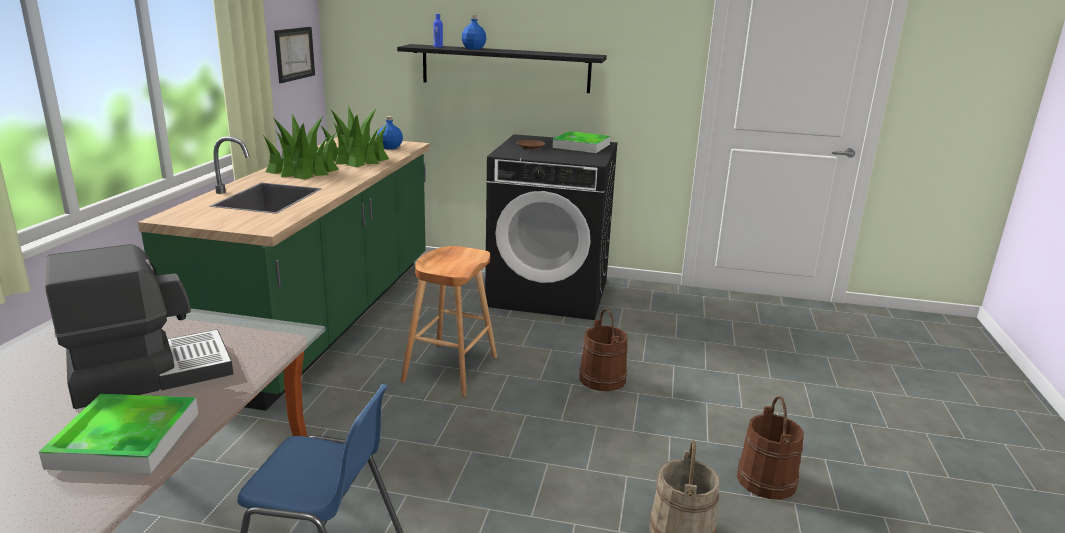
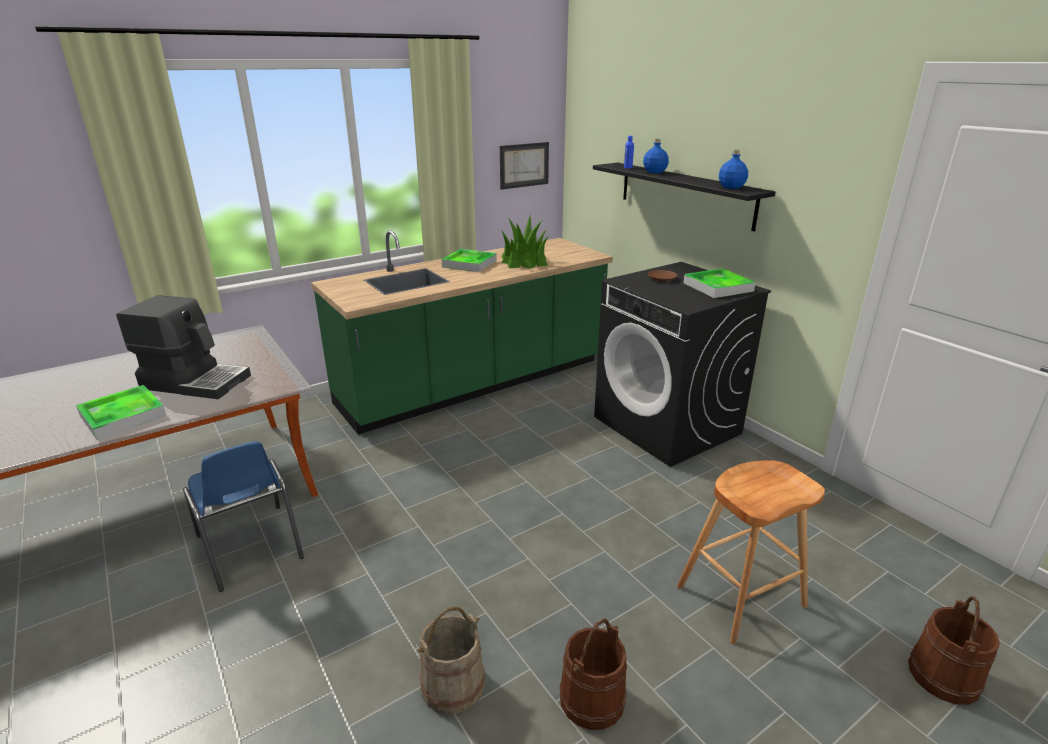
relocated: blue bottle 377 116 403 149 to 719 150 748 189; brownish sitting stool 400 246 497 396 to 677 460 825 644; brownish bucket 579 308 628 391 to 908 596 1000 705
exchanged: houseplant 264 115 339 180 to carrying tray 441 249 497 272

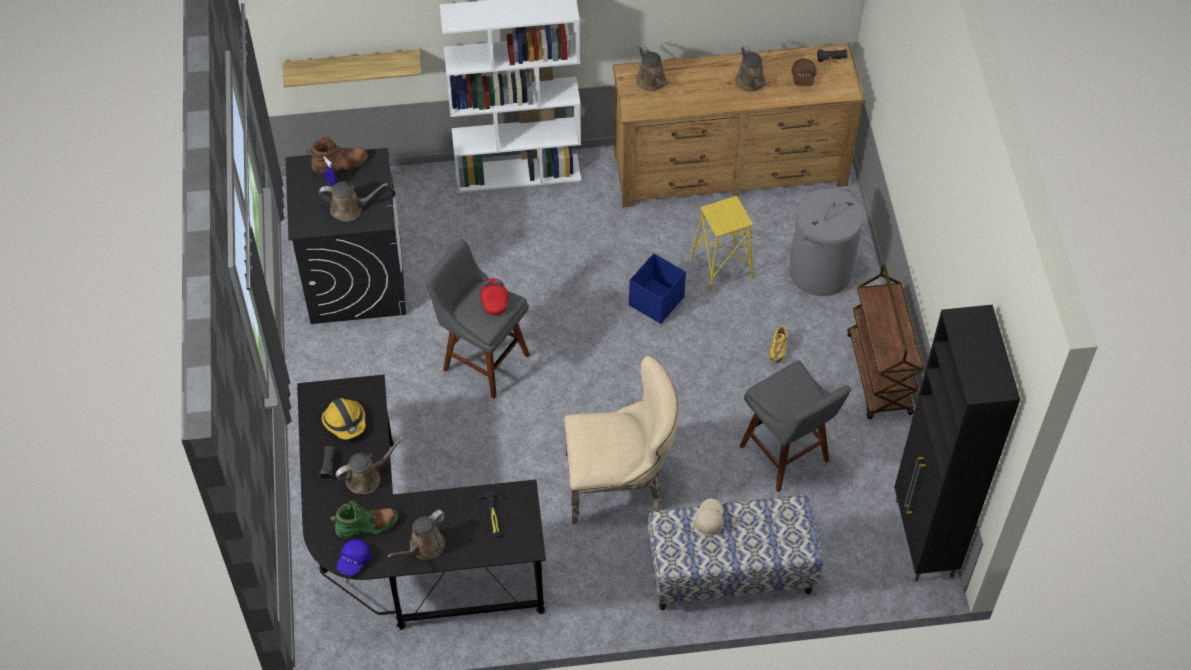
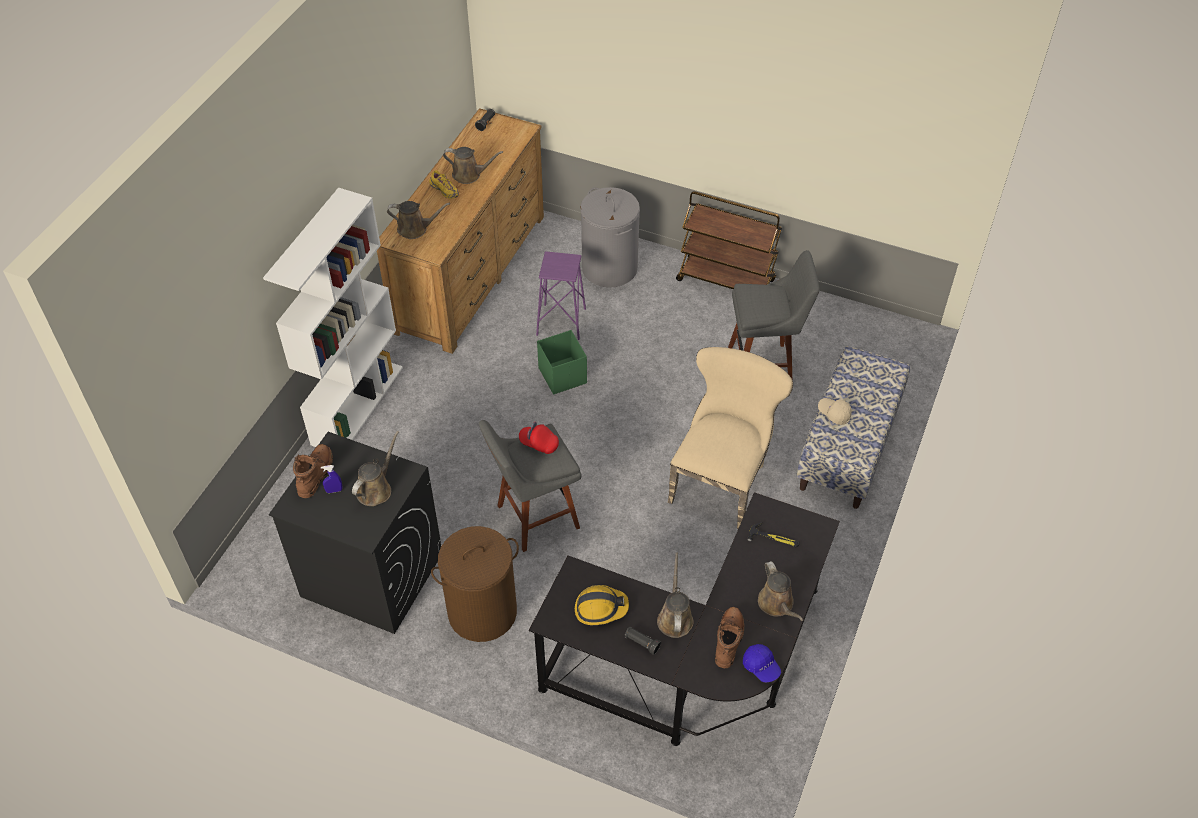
missing: wall shelf 283 50 422 87; brownish cap 791 58 817 86; black cupboard 894 305 1020 582
appeared: brownish hamper 431 526 519 642
relocated: yellowish shoe 769 326 788 363 to 429 170 459 199
colour: green-coloured boot 330 501 398 539 to brownish boot 715 607 744 668; blue storage bin 629 253 686 324 to green-coloured storage bin 537 330 587 394; yellowish sitting stool 691 196 753 293 to purplish sitting stool 536 251 586 340

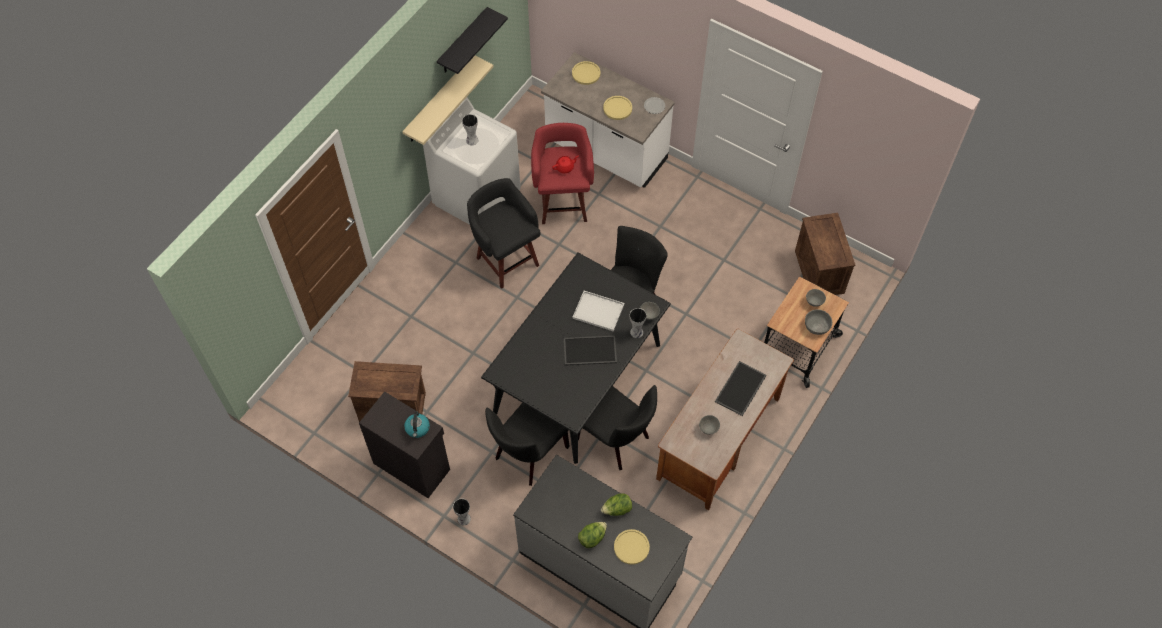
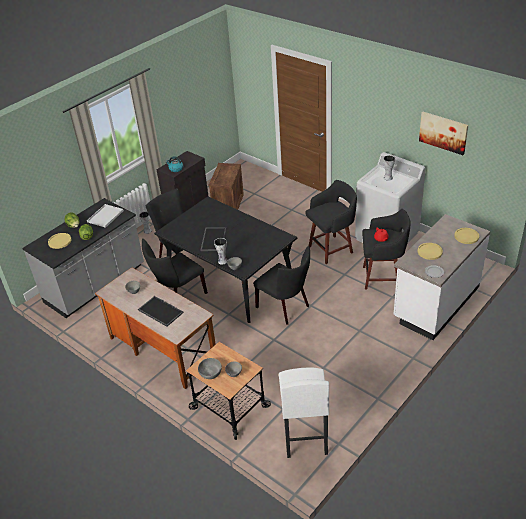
missing: beige wall shelf 402 56 493 145
relocated: white carrying tray 573 291 624 332 to 87 204 124 228
exchanged: black wall shelf 437 7 508 74 to picture 419 112 468 155; shipping crate 795 213 856 295 to white sitting stool 279 368 329 458
colour: red sitting stool 531 123 594 224 to black sitting stool 362 209 410 290

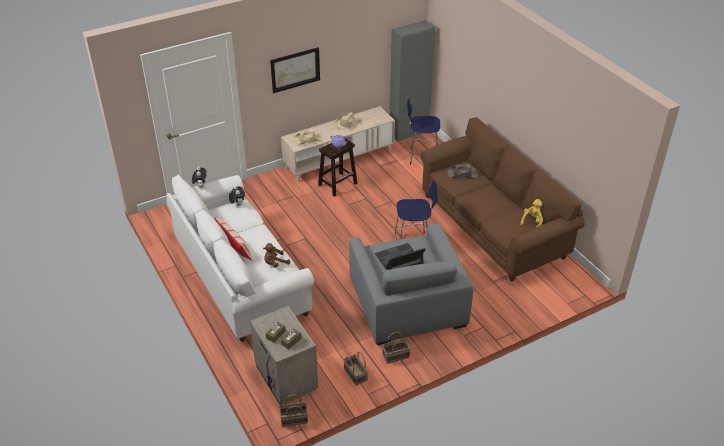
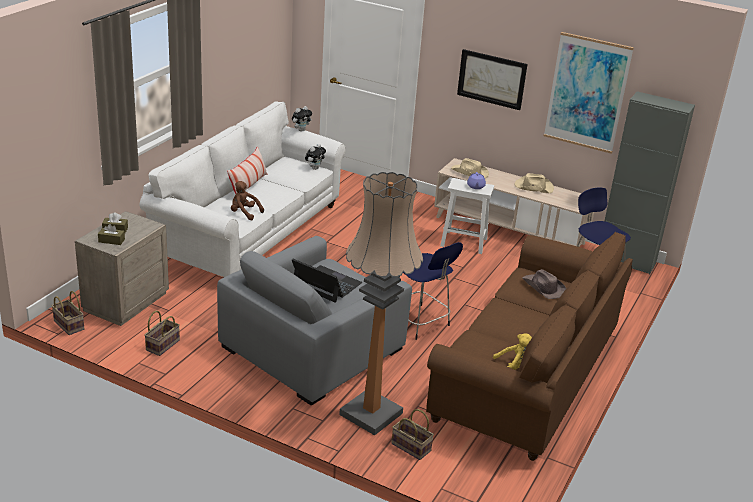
appeared: floor lamp 339 172 423 435; picture 544 32 634 154
relocated: basket 382 332 411 364 to 391 409 434 460
colour: brownish sitting stool 318 138 357 197 to white sitting stool 440 178 494 254

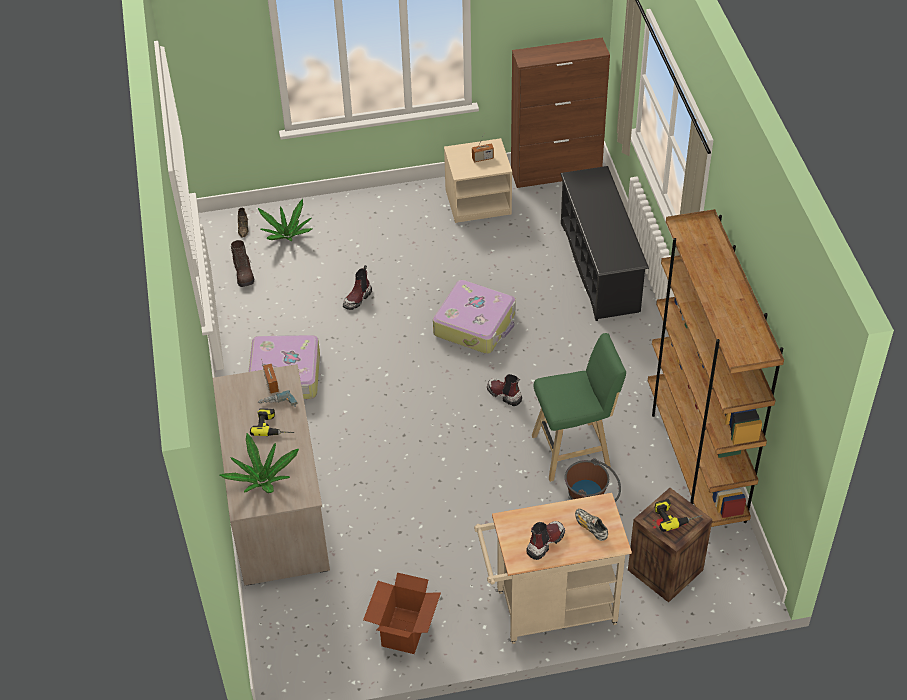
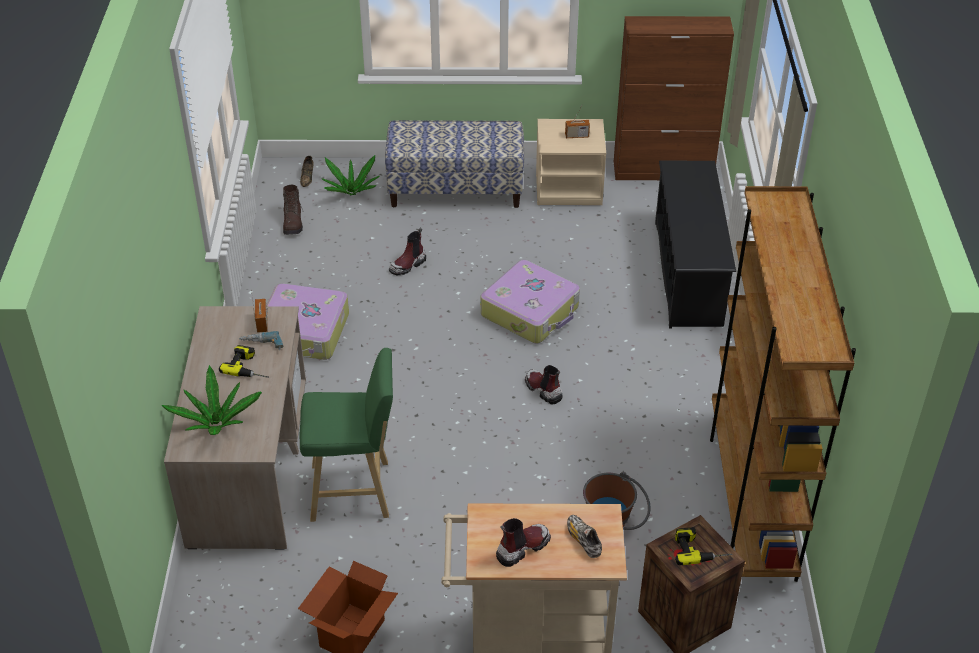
appeared: bench 385 120 524 208
relocated: green-coloured sitting stool 532 333 626 482 to 300 348 393 522

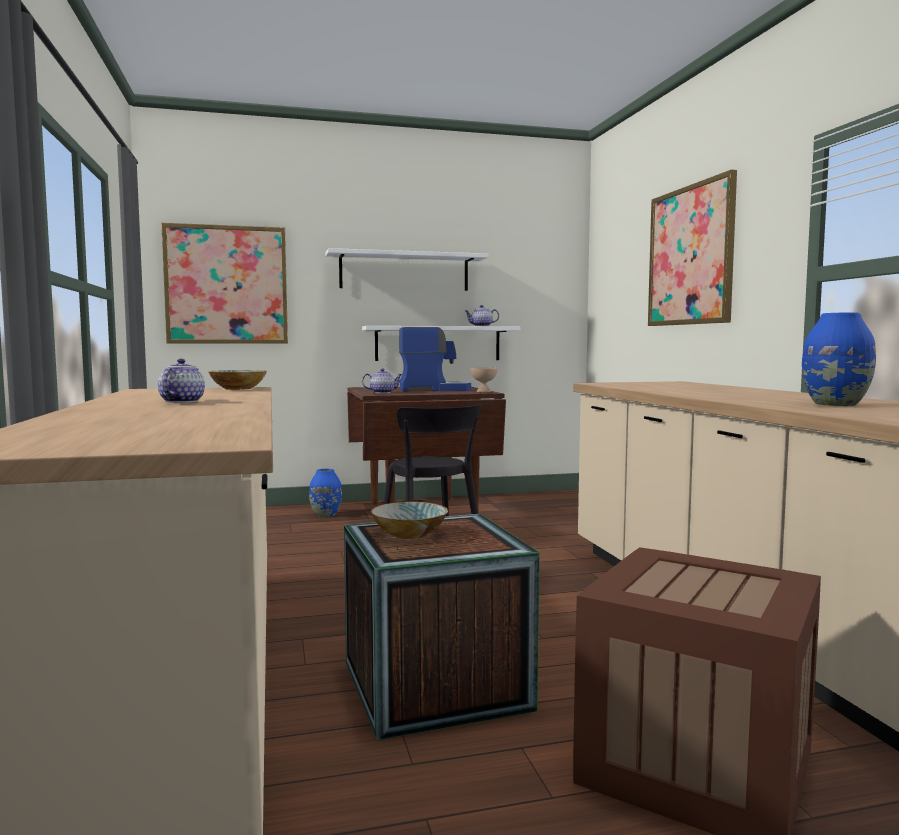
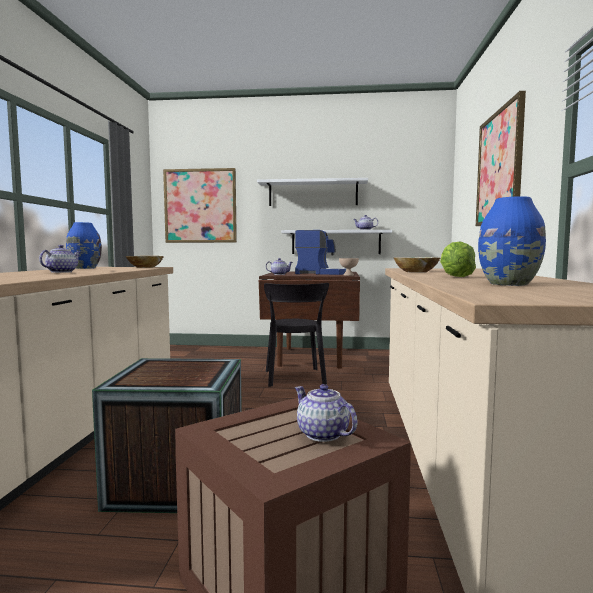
appeared: pot for tea 295 384 357 442; lettuce head 440 241 476 277
relocated: blue flower vase 309 469 342 517 to 66 222 102 269; bowl 371 502 448 539 to 394 257 440 273

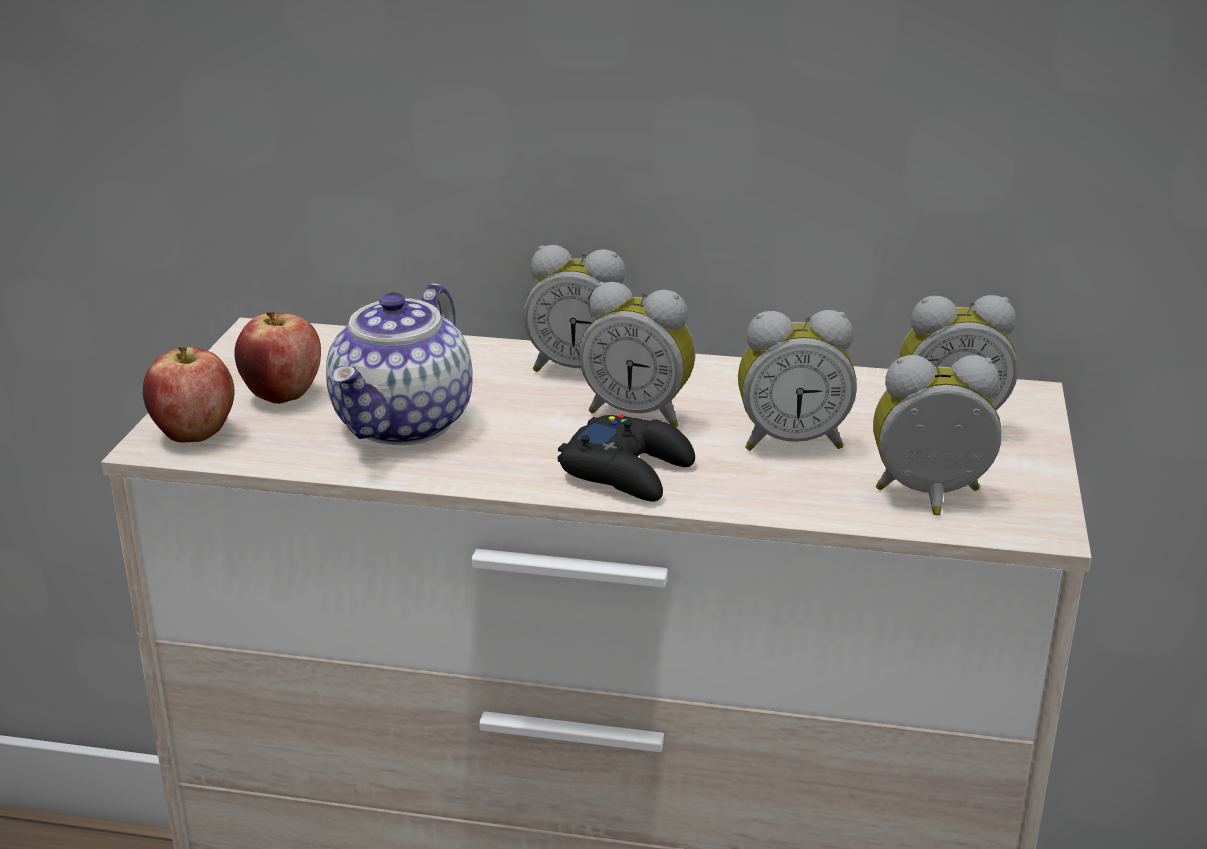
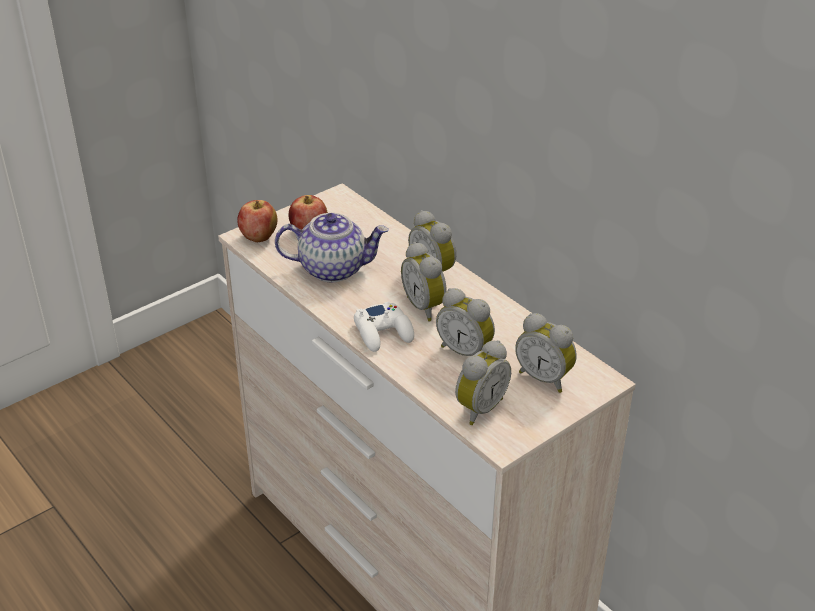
colour: black game controller 558 415 695 502 to white game controller 354 302 414 352
spun: pot for tea 326 283 473 445 = 275 213 389 282 150 degrees counterclockwise; bedside clock 873 355 1002 515 = 455 340 511 425 90 degrees clockwise

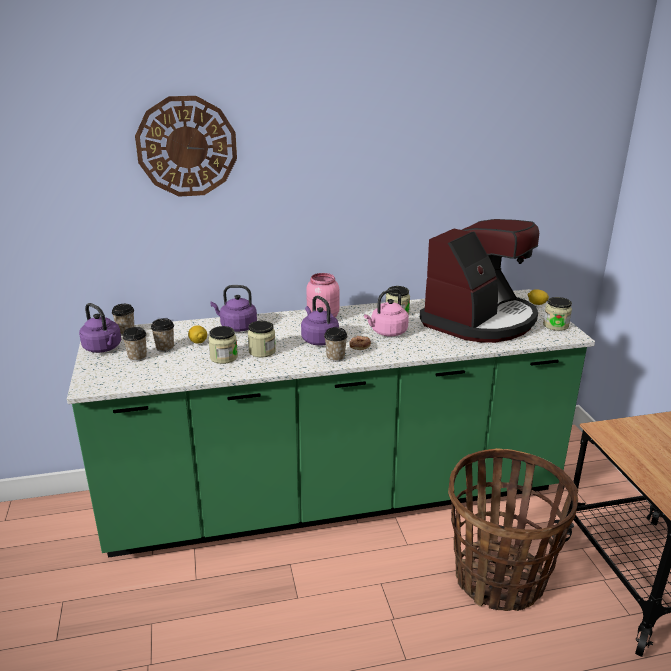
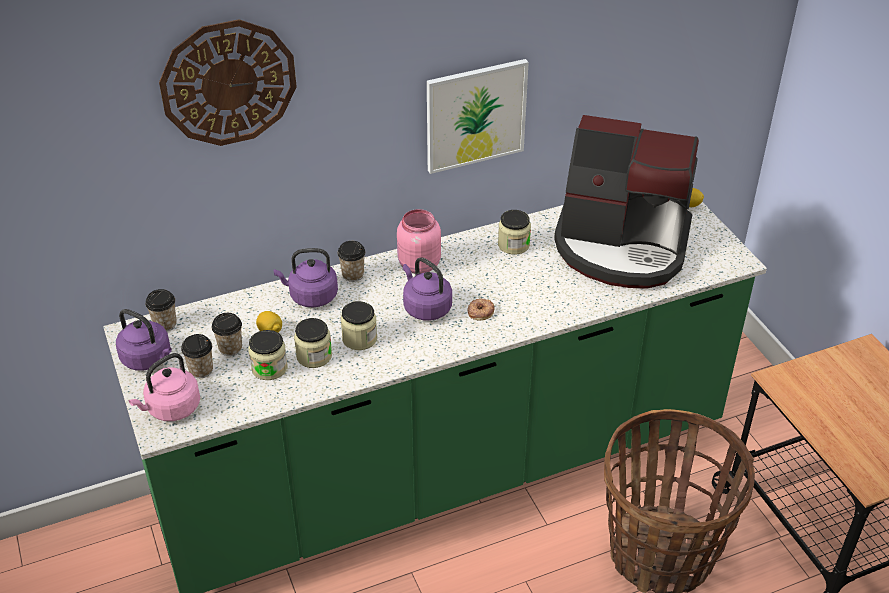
appeared: picture 427 59 529 174
relocated: small cup 324 327 348 362 to 337 241 366 282; pinkish kettle 364 288 409 336 to 129 353 200 421; preserve jar 543 297 572 331 to 248 330 288 380
spun: coffee machine 420 219 539 343 = 554 115 699 289 75 degrees clockwise

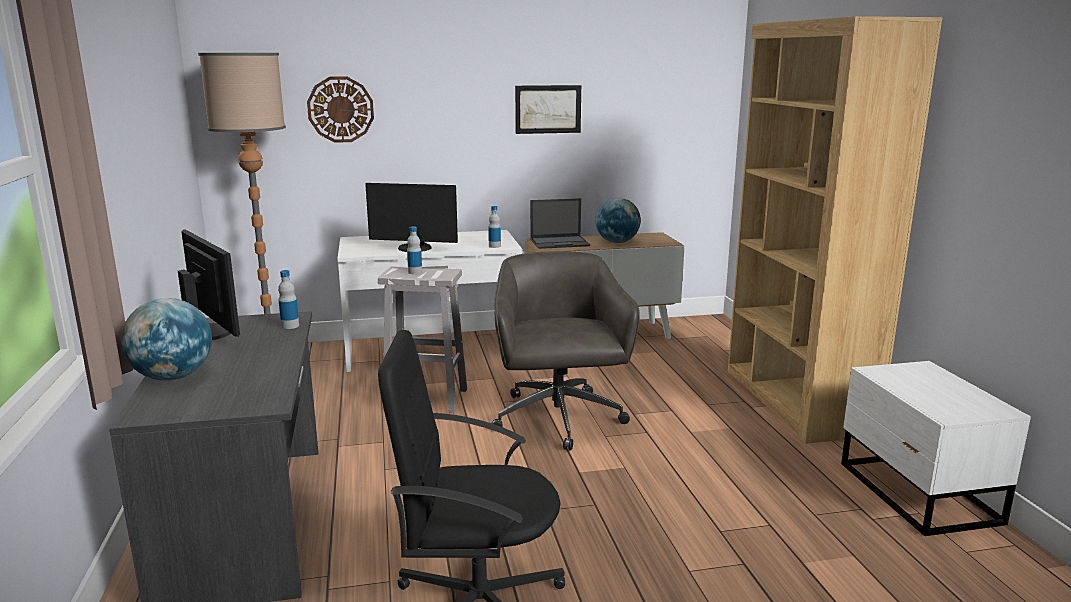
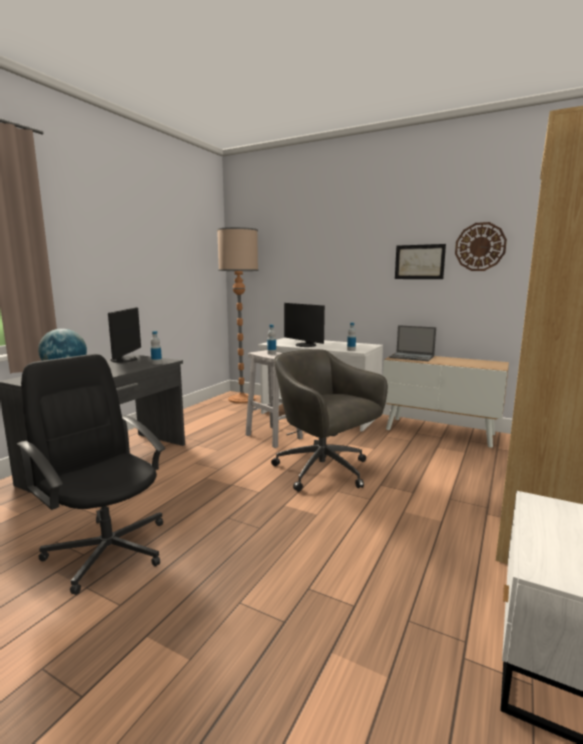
missing: desk globe 595 198 641 243
relocated: hanging clock 307 77 374 143 to 455 222 507 271
spun: grey desk chair 492 251 640 450 = 271 349 388 492 75 degrees counterclockwise

